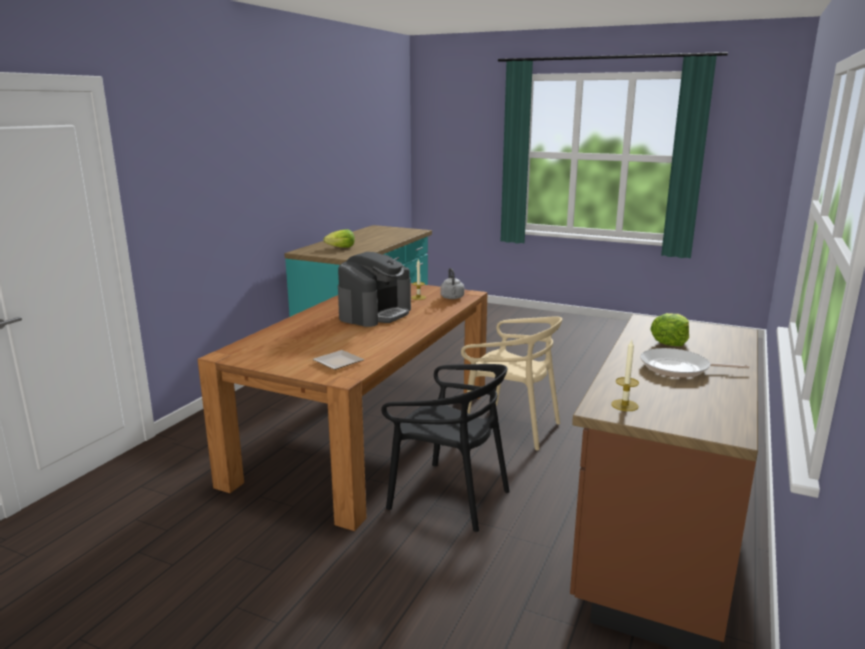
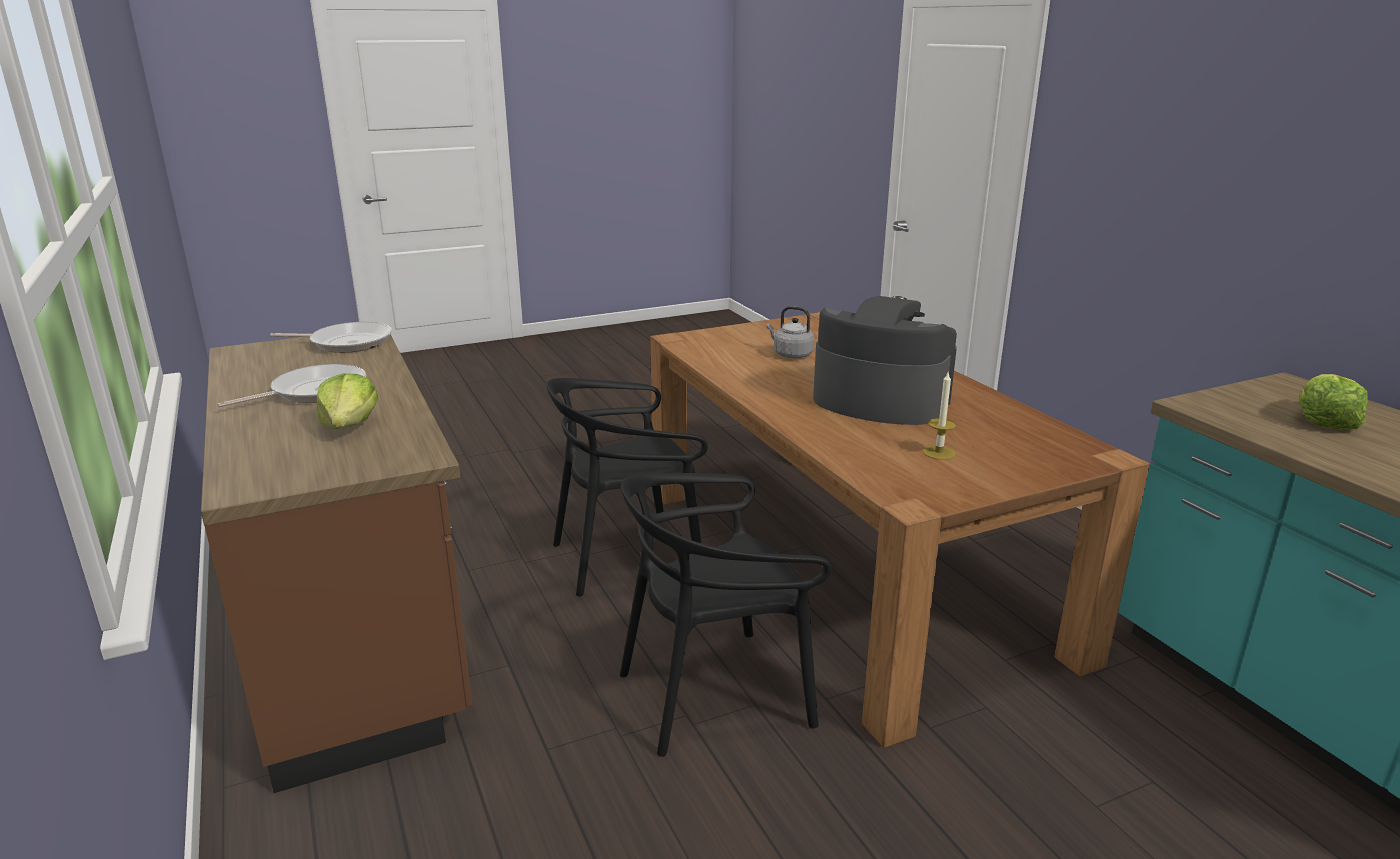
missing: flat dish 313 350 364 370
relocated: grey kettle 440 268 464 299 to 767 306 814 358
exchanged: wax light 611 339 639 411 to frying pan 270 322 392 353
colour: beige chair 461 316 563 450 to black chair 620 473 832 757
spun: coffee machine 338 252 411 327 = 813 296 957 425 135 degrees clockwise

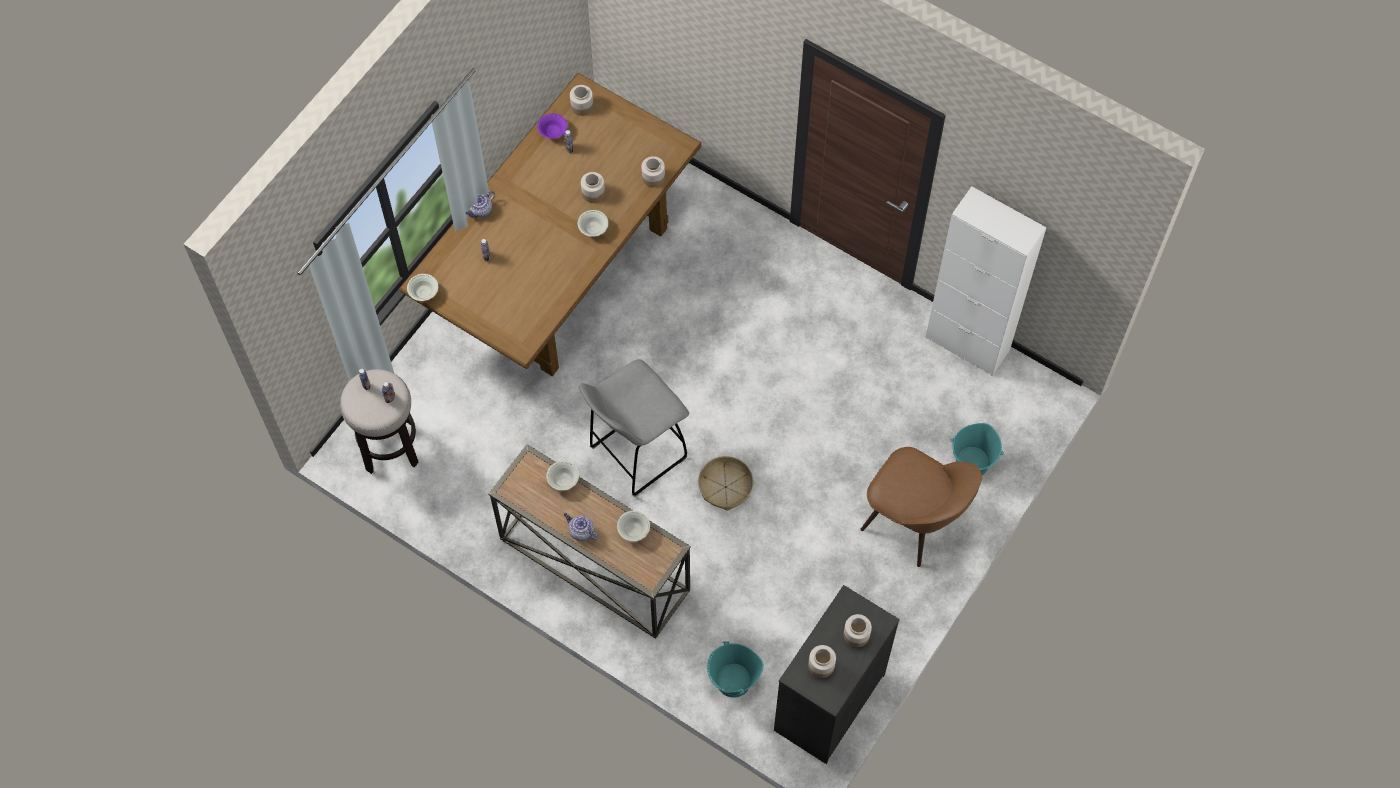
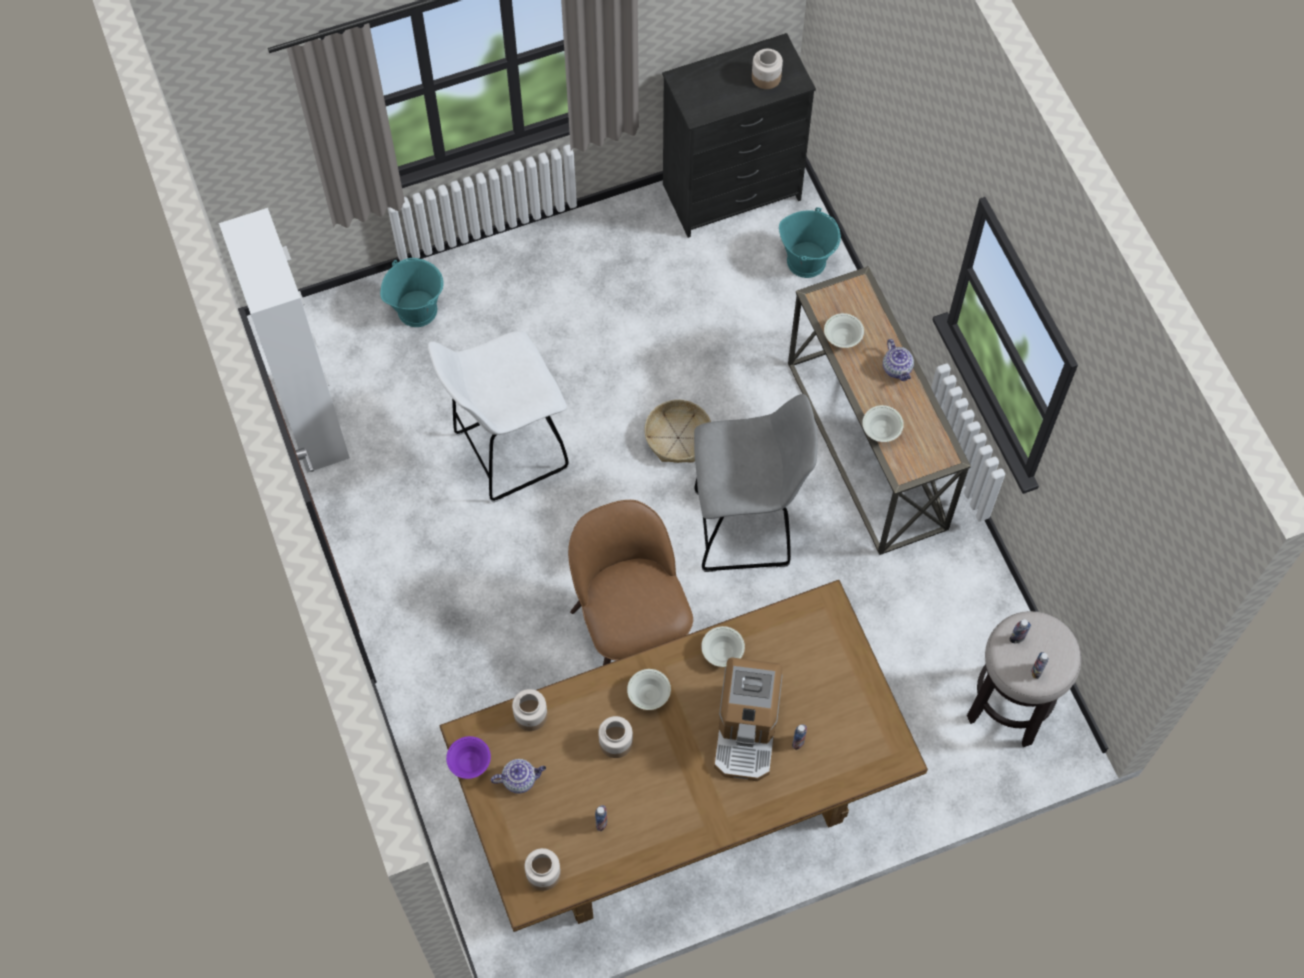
missing: preserve jar 844 614 872 647
appeared: white sitting stool 428 331 569 503; coffee machine 714 657 783 781
relocated: white bowl 407 274 438 301 to 701 626 745 667; pot for tea 466 191 495 218 to 491 759 546 794; purplish bowl 537 113 567 139 to 446 736 491 779; brownish chair 860 447 982 567 to 568 500 693 665

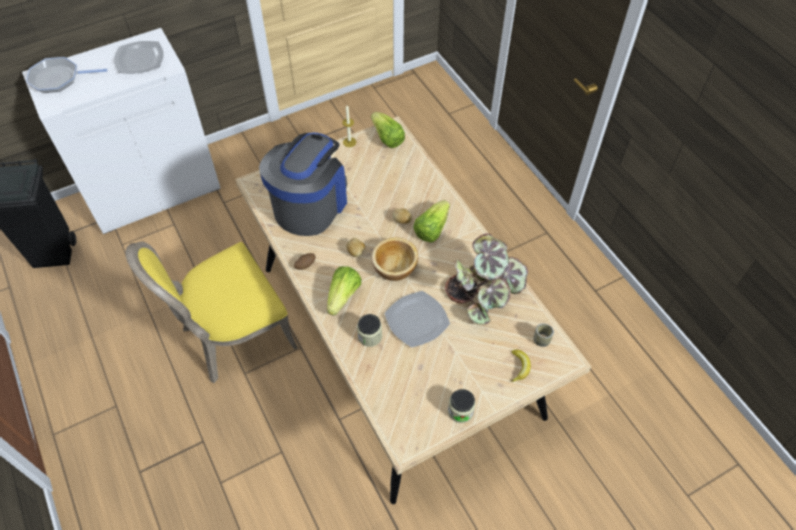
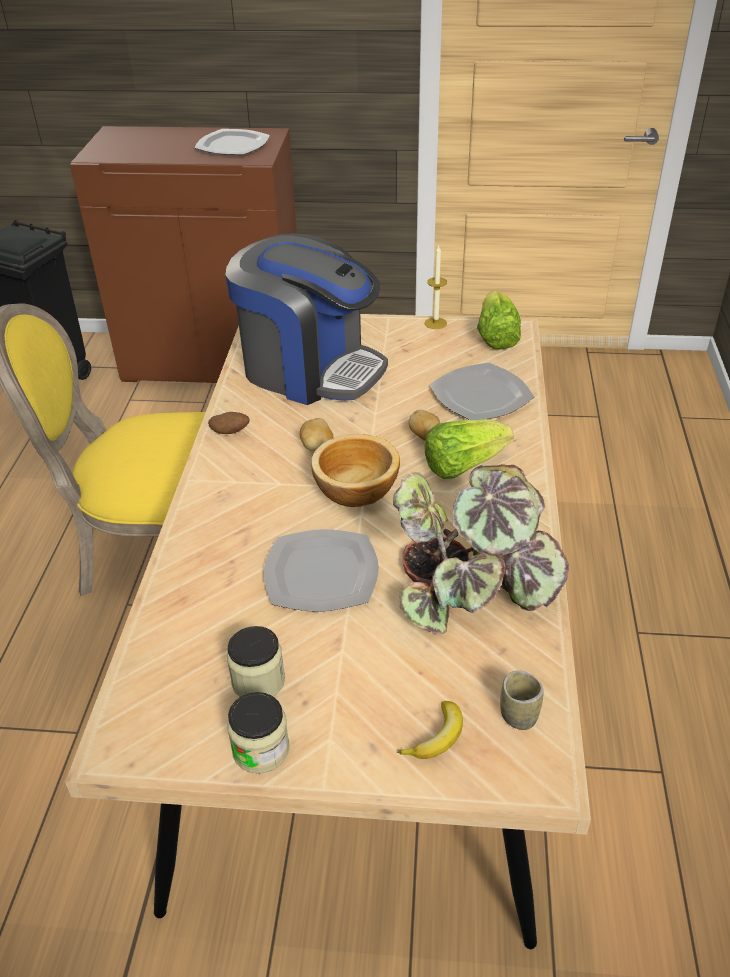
missing: frying pan 26 57 108 93; lettuce head 327 266 361 316
appeared: flat dish 430 363 534 420
relocated: preserve jar 357 314 382 347 to 227 626 285 697
colour: white cupboard 22 28 221 234 to brownish cupboard 70 126 297 383
spun: coffee machine 259 133 347 236 = 225 233 388 405 60 degrees clockwise

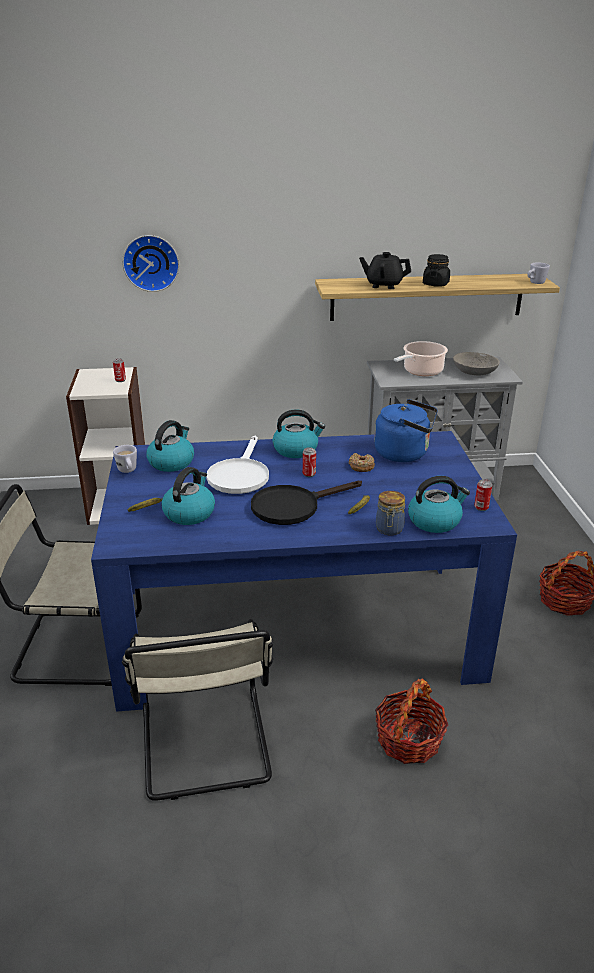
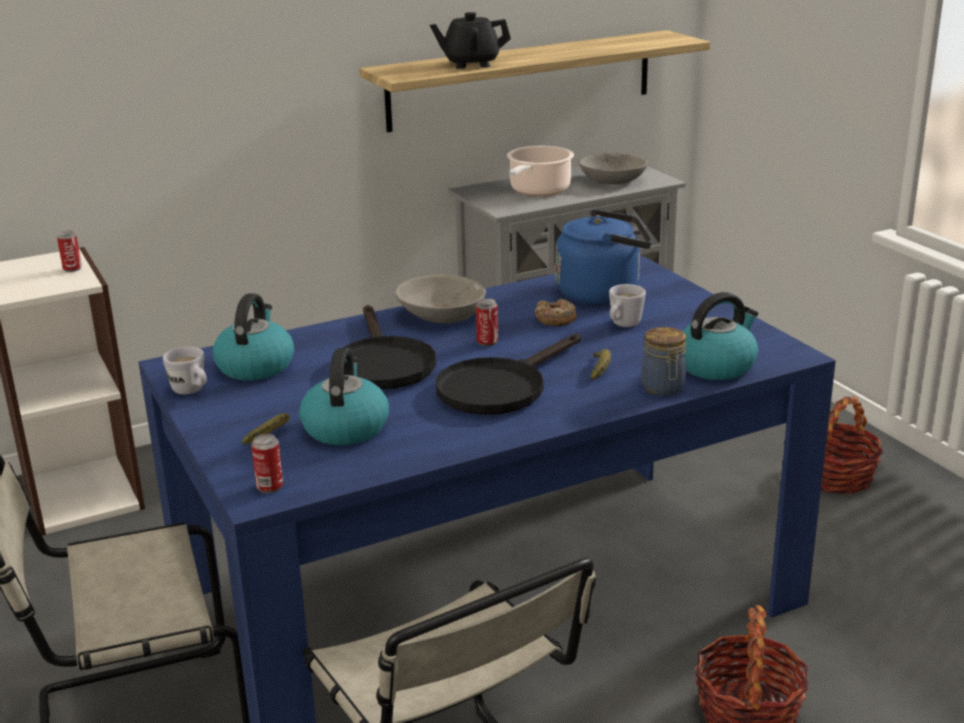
missing: hanging clock 122 235 179 292; black preserve jar 423 254 450 286
relocated: can 474 479 492 511 to 251 434 283 493; white tea mug 527 262 550 284 to 609 284 646 327
exchanged: kettle 272 409 325 458 to grey bowl 395 274 486 323
colour: white frying pan 206 435 269 494 to black frying pan 343 305 436 389

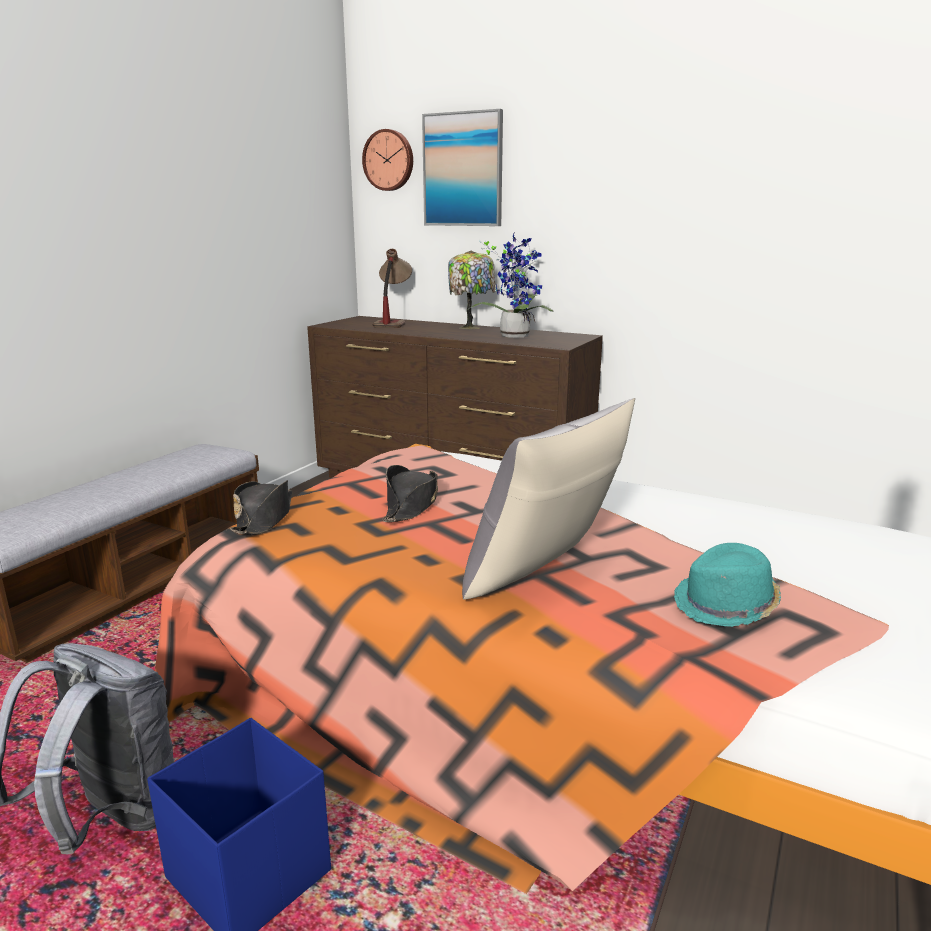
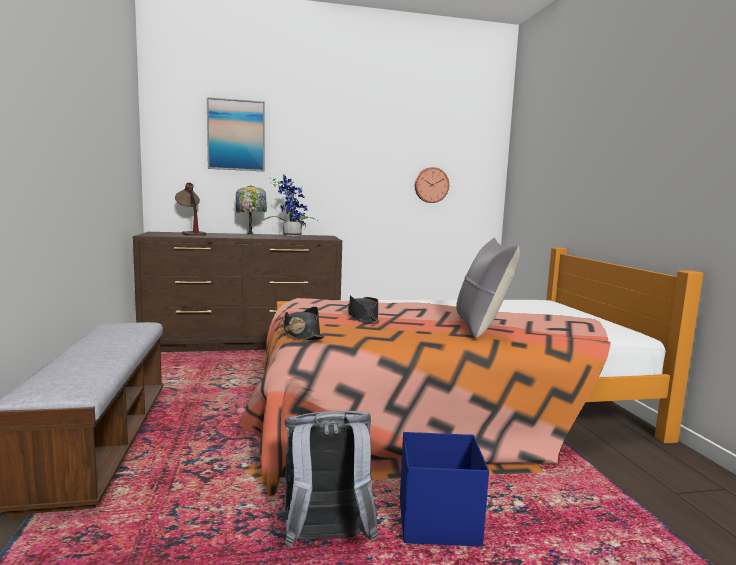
missing: blue-green clothing hat 674 543 781 627
relocated: hanging clock 362 129 413 191 to 415 167 449 203

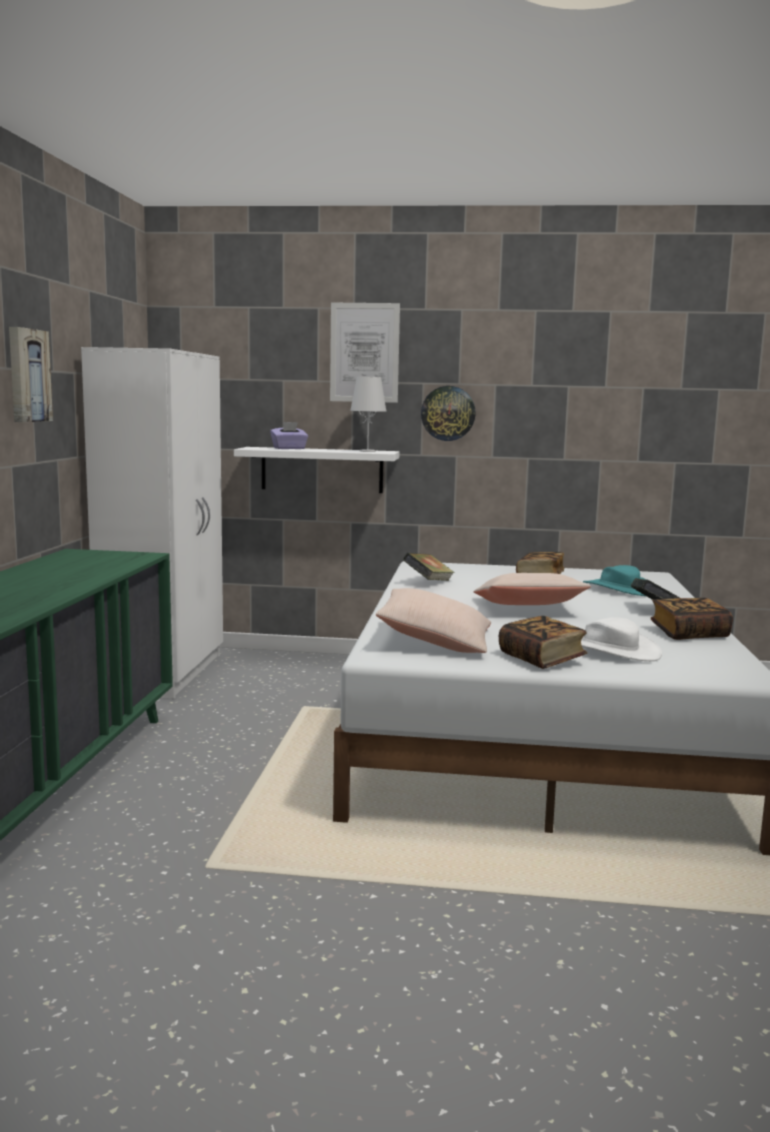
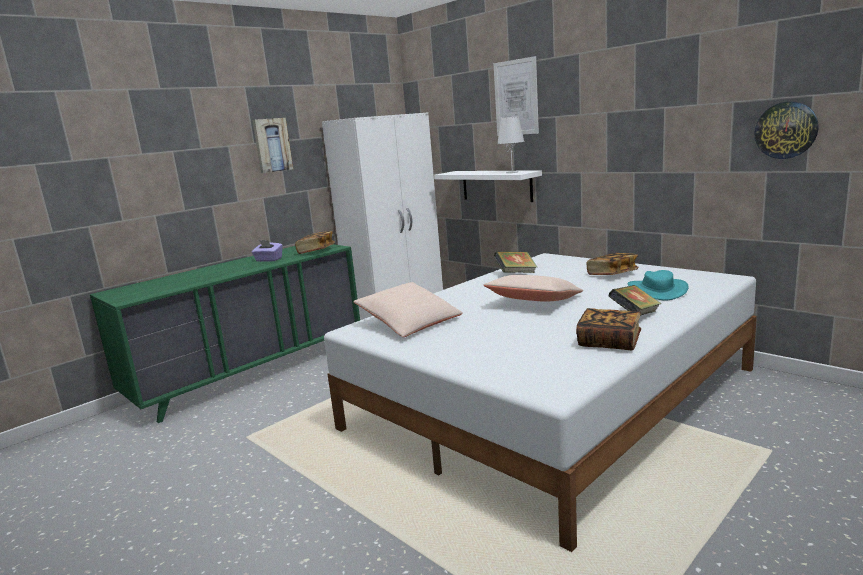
missing: white clothing hat 581 617 662 661
relocated: purplish tissue holder 270 422 308 449 to 252 240 283 262; hanging clock 421 386 476 441 to 754 101 818 159; volume 499 616 587 669 to 295 231 335 254

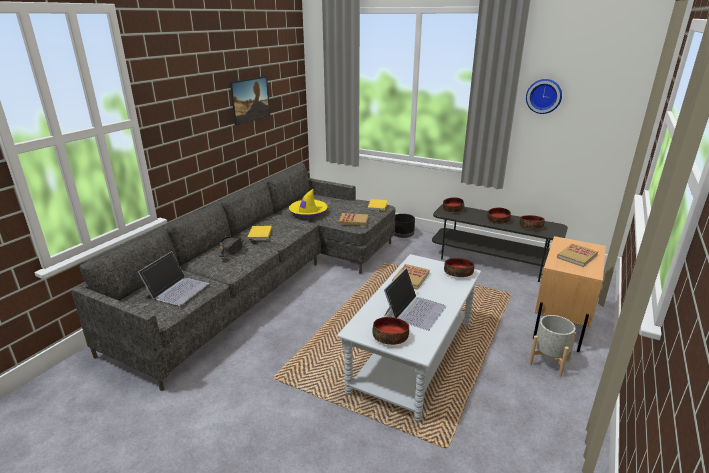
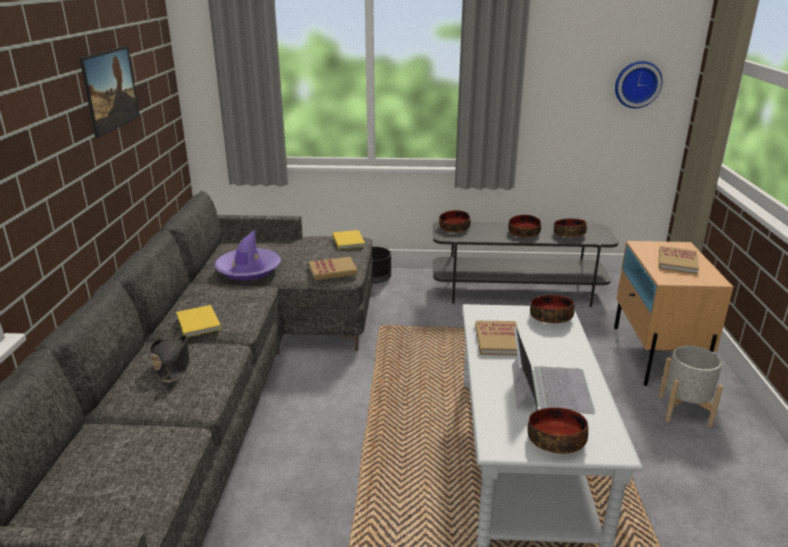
missing: laptop 138 251 209 306
relocated: hanging clock 526 79 562 114 to 615 61 663 108
colour: yellowish clothing hat 289 189 328 218 to purplish clothing hat 214 230 281 281

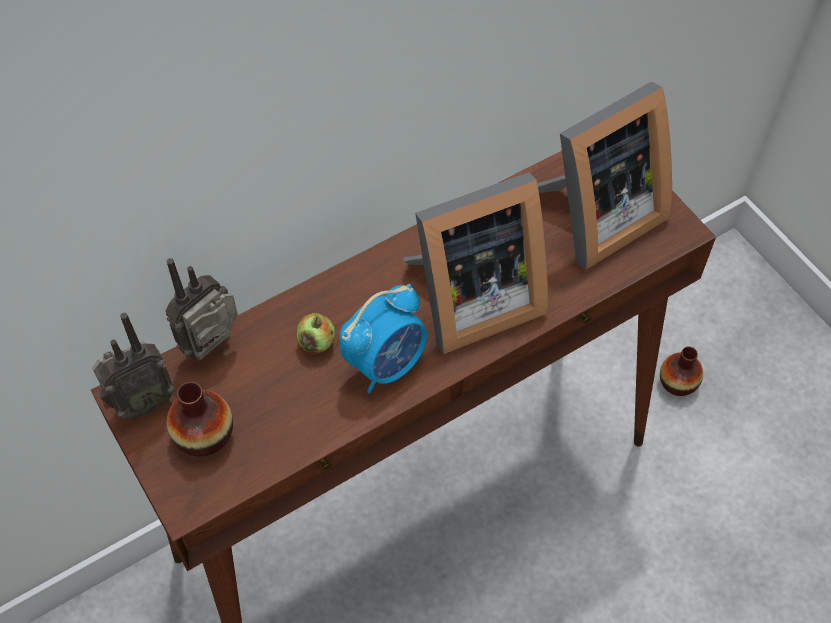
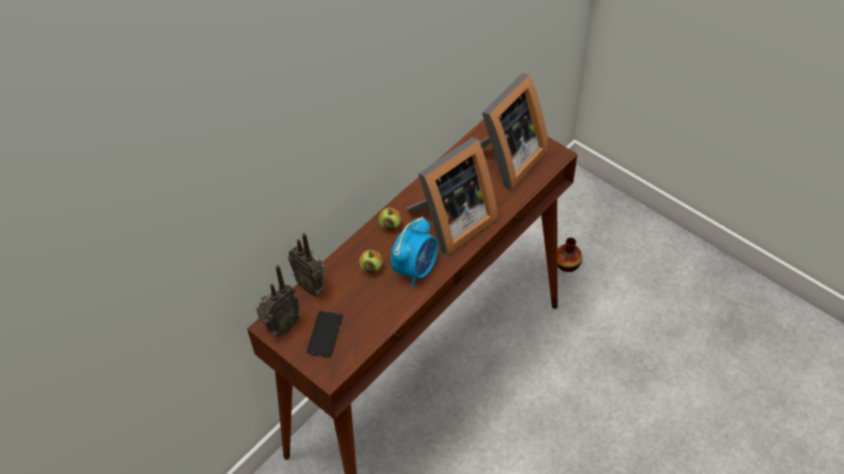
appeared: apple 379 207 401 231
exchanged: flower vase 167 382 233 457 to handset 307 311 343 357
spun: radio 165 258 238 360 = 288 233 326 296 75 degrees counterclockwise

